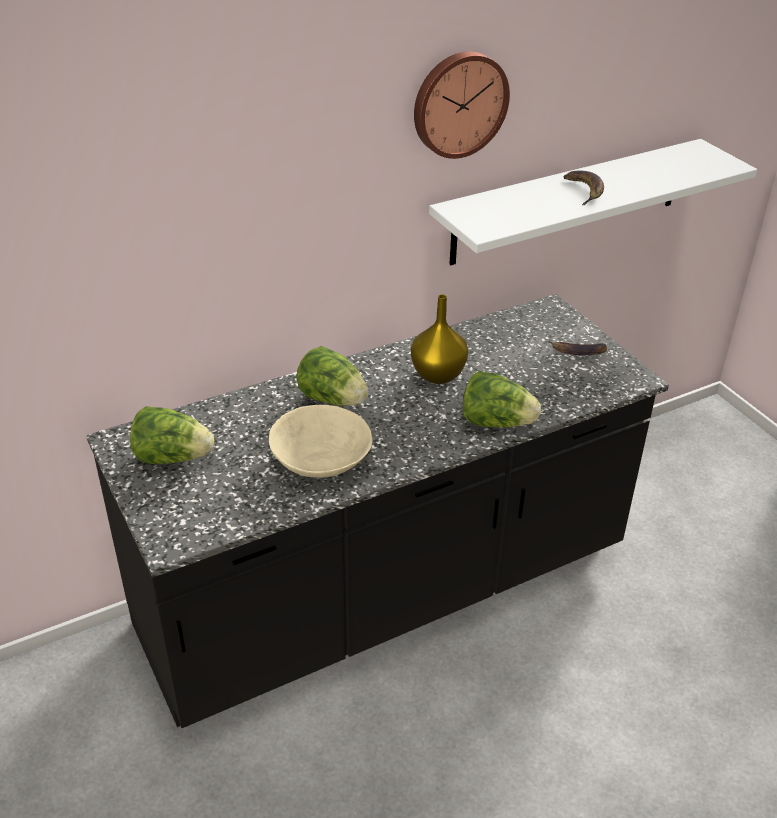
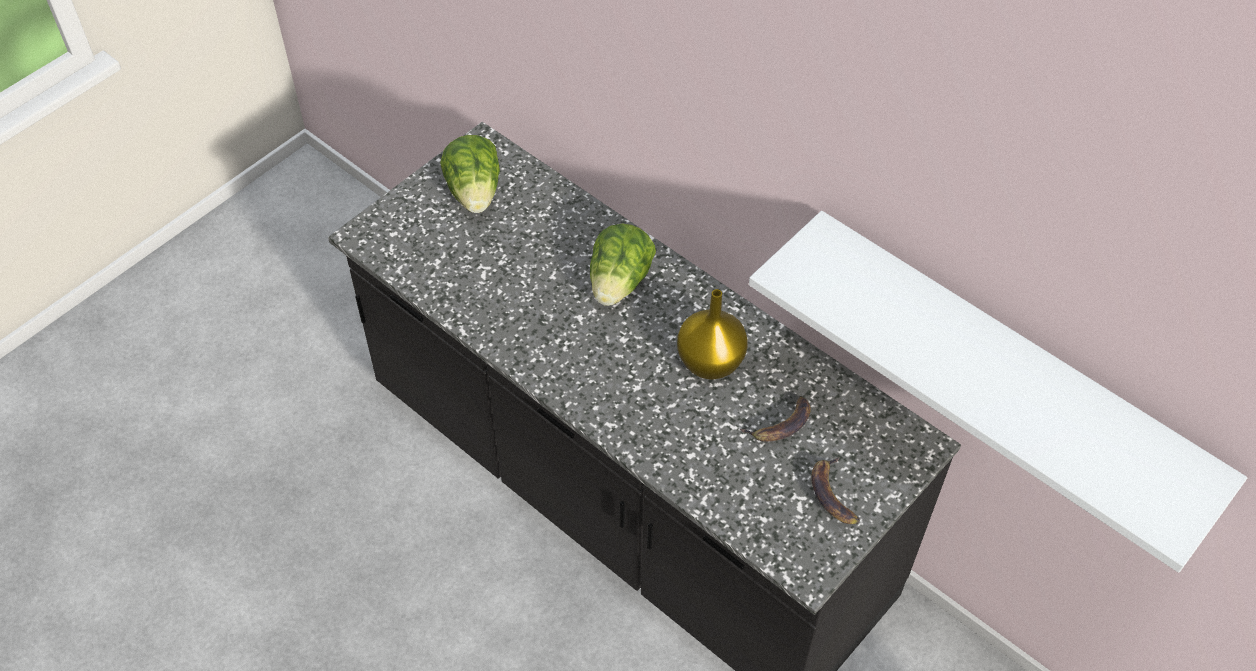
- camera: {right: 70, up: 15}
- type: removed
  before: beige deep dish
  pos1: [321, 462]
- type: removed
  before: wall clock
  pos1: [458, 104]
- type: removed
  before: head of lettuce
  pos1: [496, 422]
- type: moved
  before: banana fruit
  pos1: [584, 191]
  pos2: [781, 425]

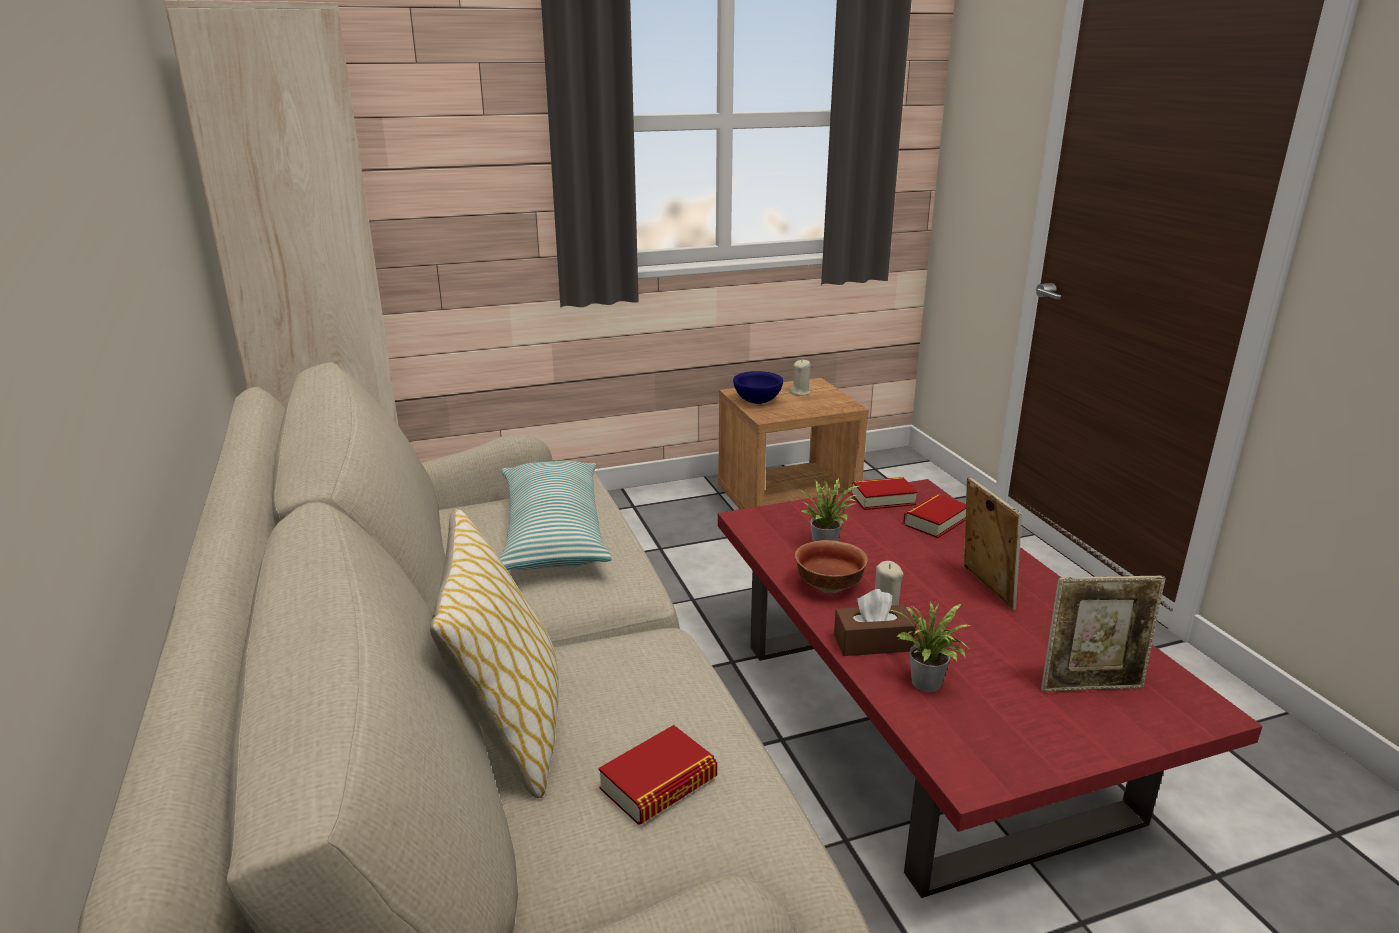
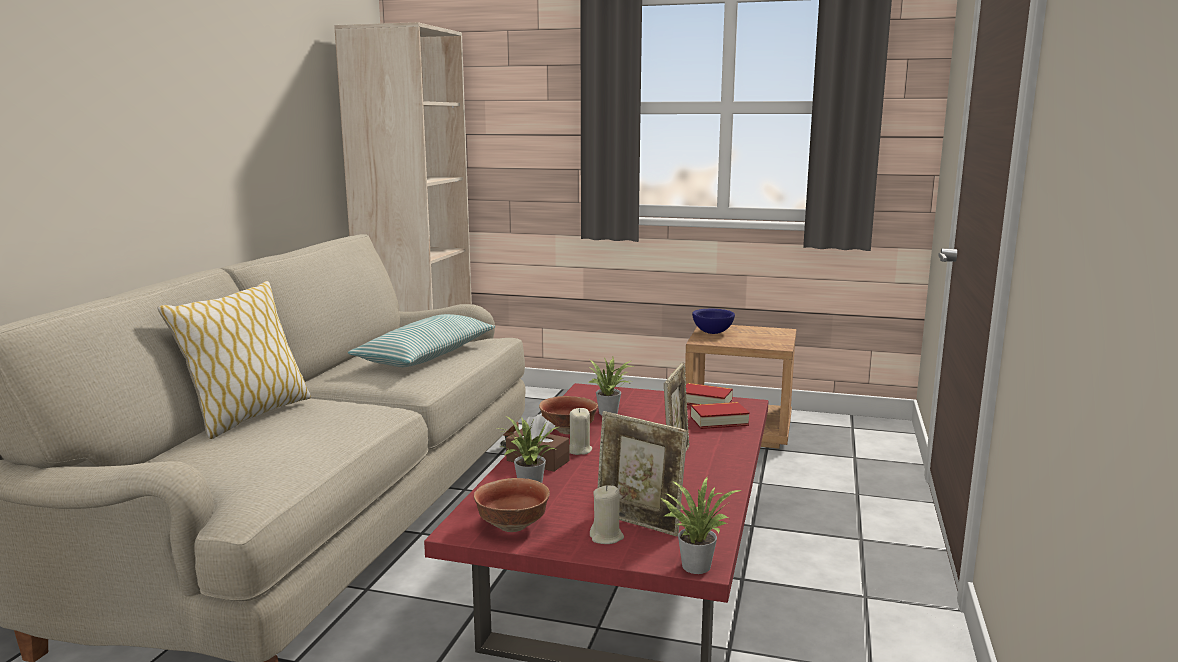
- camera: {right: 35, up: -10}
- type: removed
  before: volume
  pos1: [658, 783]
- type: moved
  before: beige wax light
  pos1: [800, 392]
  pos2: [606, 537]
- type: added
  after: deep dish
  pos2: [511, 526]
- type: added
  after: potted plant
  pos2: [694, 564]

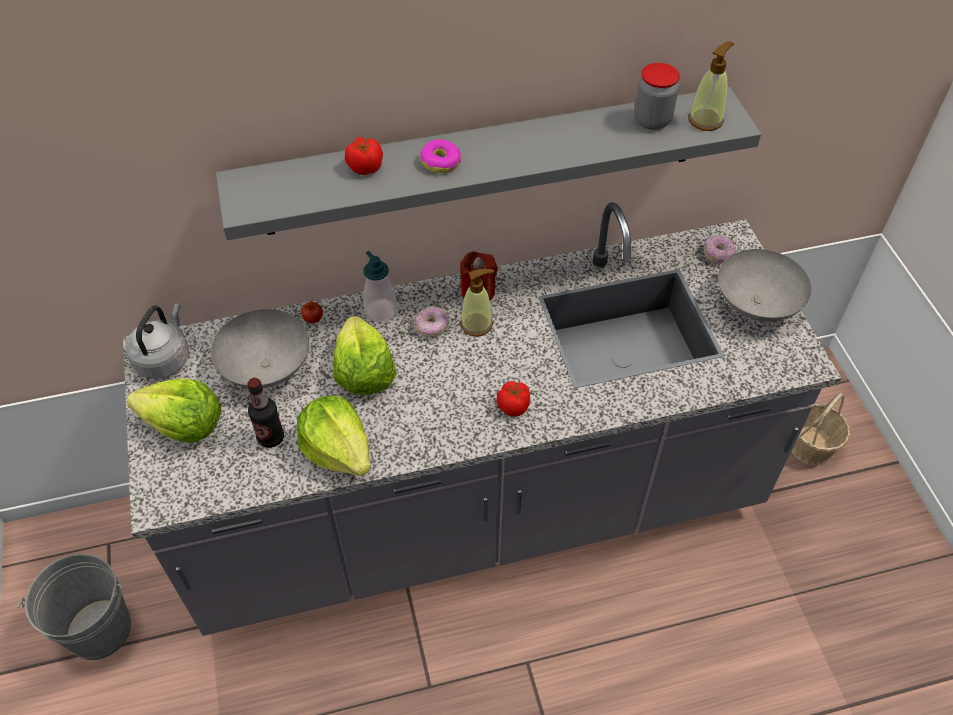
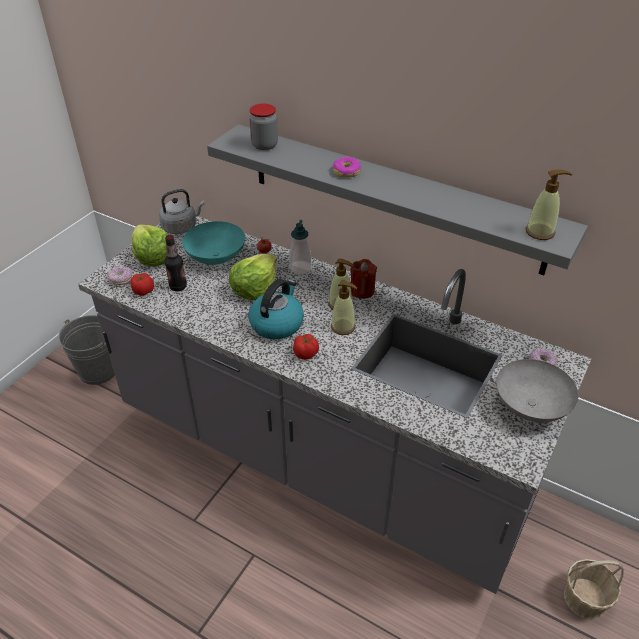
- camera: {right: 45, up: -10}
- type: recoloured
  before: grey deep dish
  after: turquoise deep dish
  pos1: [267, 367]
  pos2: [217, 258]
- type: removed
  before: head of lettuce
  pos1: [338, 449]
- type: moved
  before: tomato
  pos1: [364, 167]
  pos2: [143, 291]
- type: moved
  before: doughnut
  pos1: [431, 327]
  pos2: [121, 280]
- type: moved
  before: preserve jar
  pos1: [652, 120]
  pos2: [264, 145]
- type: added
  after: tea kettle
  pos2: [277, 323]
- type: added
  after: soap dispenser
  pos2: [343, 327]

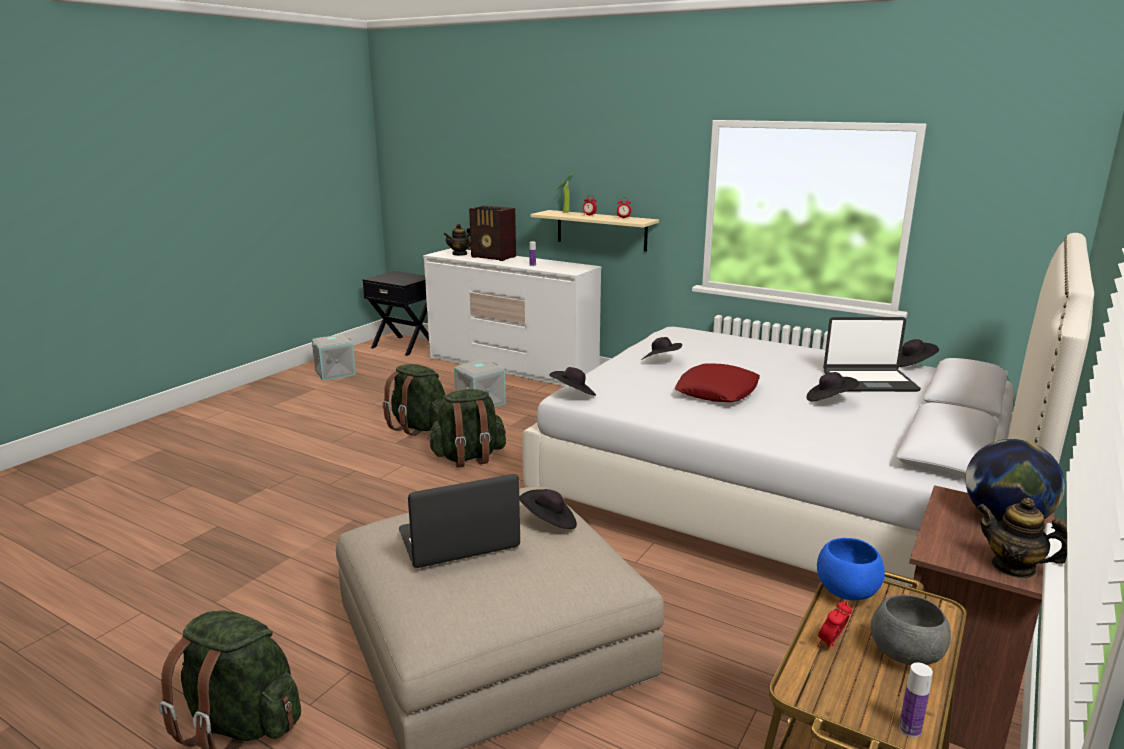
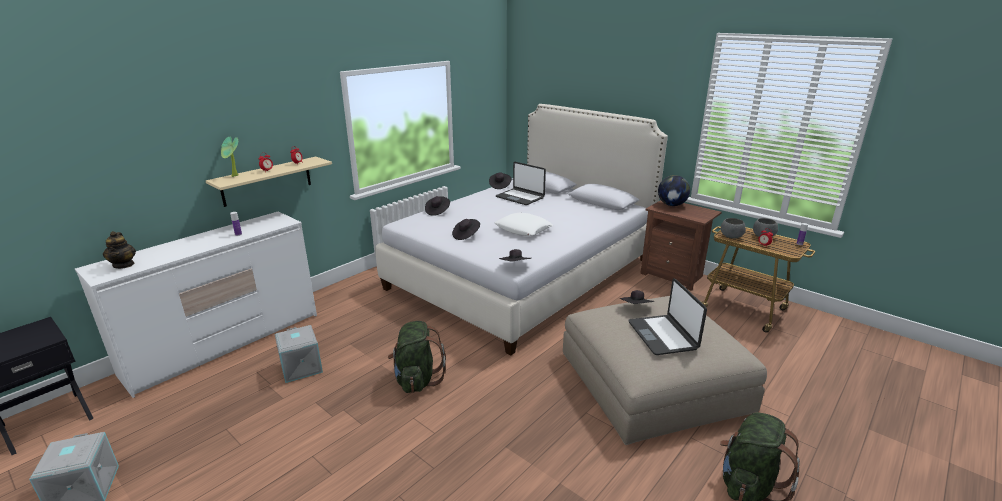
- camera: {right: -80, up: 5}
- type: removed
  before: green rucksack
  pos1: [419, 427]
- type: removed
  before: radio receiver
  pos1: [493, 257]
- type: recoloured
  before: red pillow
  after: whitish pillow
  pos1: [717, 391]
  pos2: [523, 229]
- type: moved
  before: black wearable hat
  pos1: [829, 400]
  pos2: [437, 211]
- type: recoloured
  before: blue deep dish
  after: grey deep dish
  pos1: [847, 592]
  pos2: [731, 237]
- type: turned
  before: portable computer
  pos1: [869, 381]
  pos2: [520, 197]
  turn: 120
- type: removed
  before: teapot
  pos1: [1013, 567]

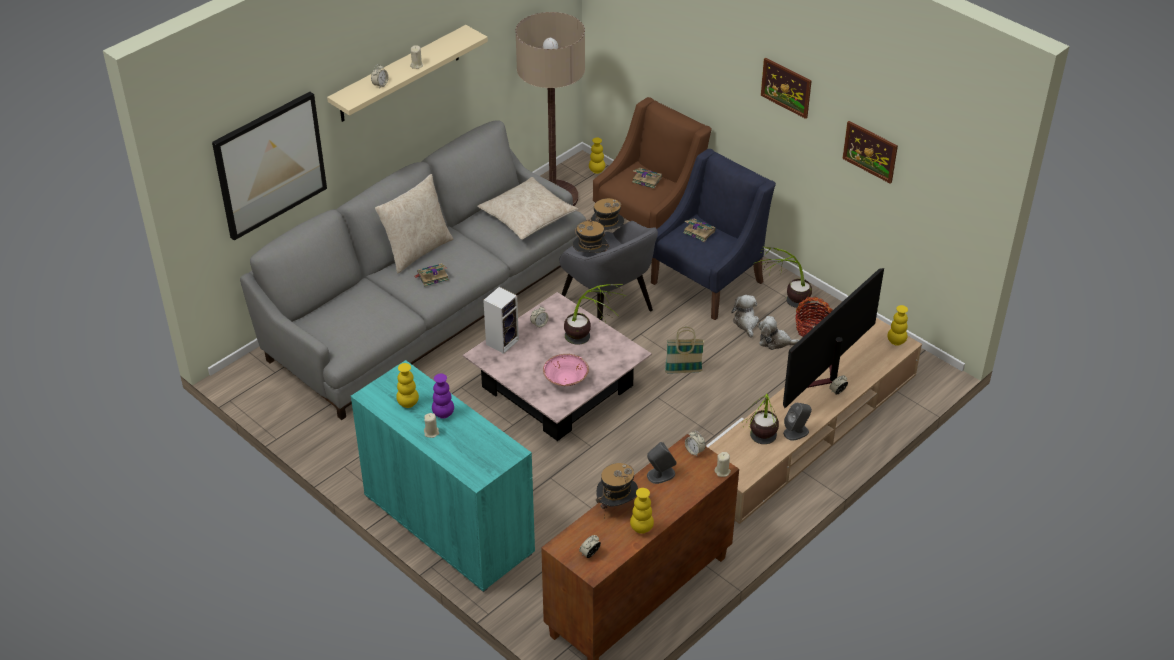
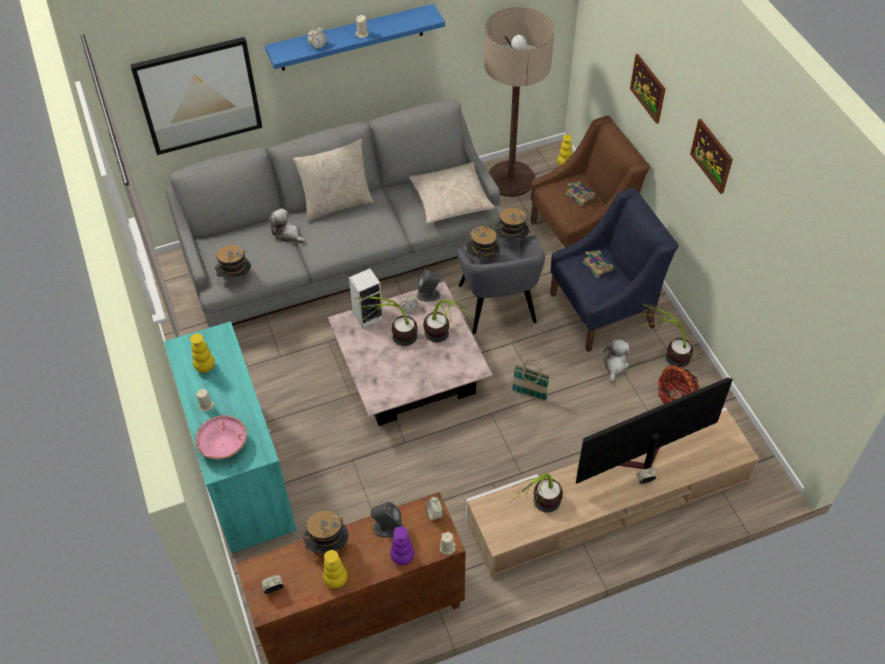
- camera: {right: 25, up: 10}
- type: recoloured
  before: beige bracket shelf
  after: blue bracket shelf
  pos1: [399, 74]
  pos2: [351, 38]
- type: removed
  before: volume
  pos1: [432, 277]
- type: moved
  before: purplish decorative vase
  pos1: [443, 414]
  pos2: [402, 557]
- type: moved
  before: pink deep dish
  pos1: [566, 379]
  pos2: [223, 445]
- type: moved
  before: cuddly toy
  pos1: [775, 341]
  pos2: [287, 234]
- type: moved
  before: grey audio speaker
  pos1: [796, 432]
  pos2: [429, 295]
- type: moved
  before: wall picture
  pos1: [870, 151]
  pos2: [648, 88]
- type: removed
  before: yellow decorative vase
  pos1: [896, 341]
- type: added
  after: wearable hat
  pos2: [236, 278]
- type: added
  after: potted plant
  pos2: [390, 341]

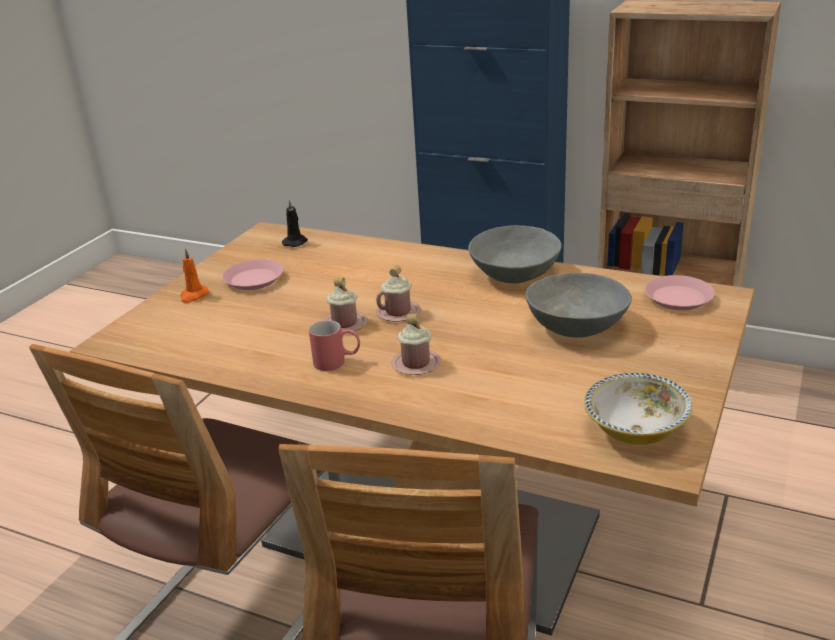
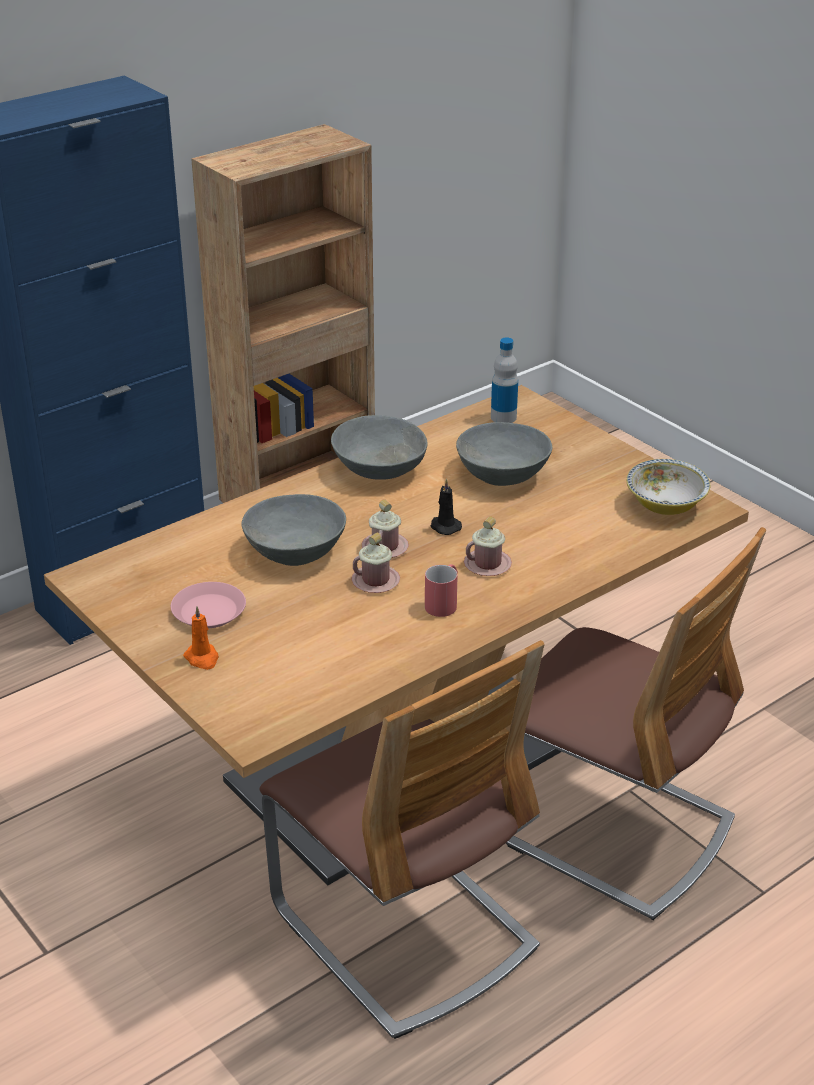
- camera: {right: -65, up: 5}
- type: moved
  before: black wax light
  pos1: [295, 242]
  pos2: [444, 526]
- type: replaced
  before: pink flat dish
  after: bottle
  pos1: [678, 298]
  pos2: [503, 417]
- type: added
  after: grey deep dish
  pos2: [296, 551]

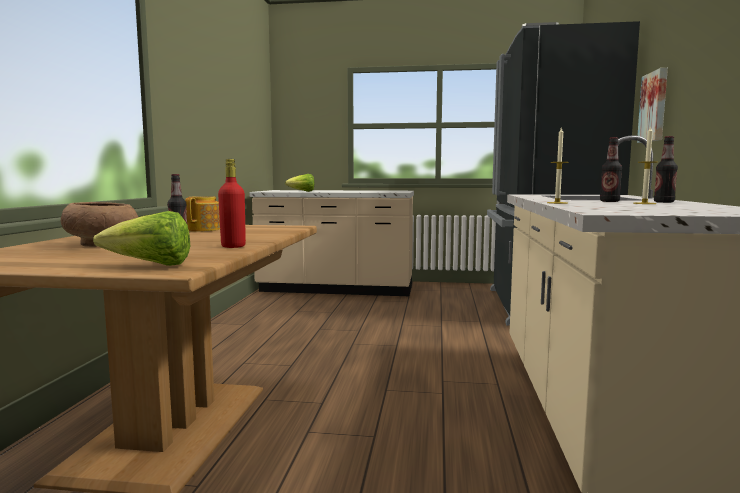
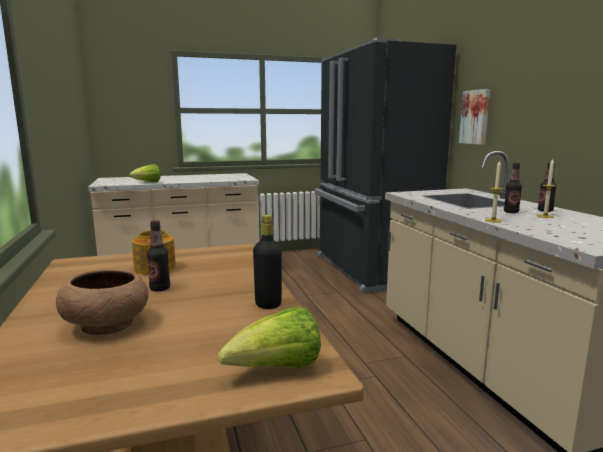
- camera: {right: -25, up: 5}
- type: recoloured
  before: red bottle
  after: black bottle
  pos1: [233, 246]
  pos2: [268, 304]

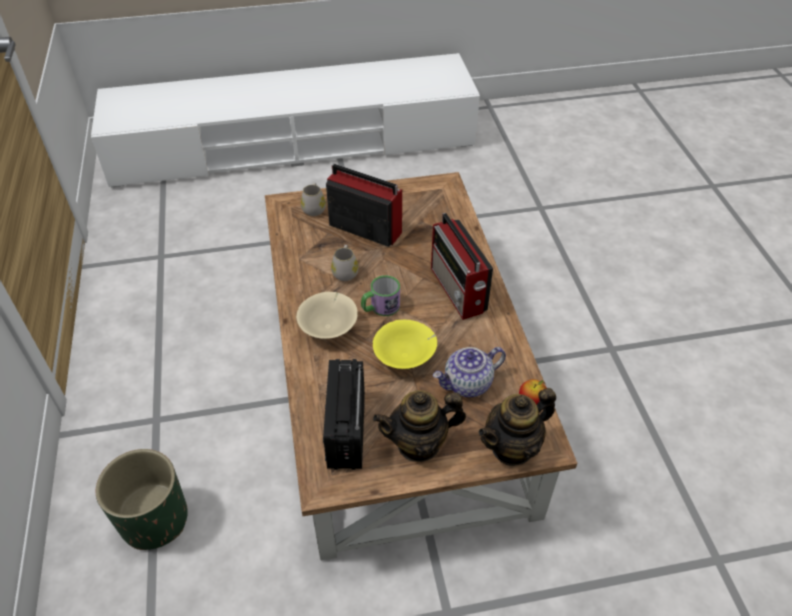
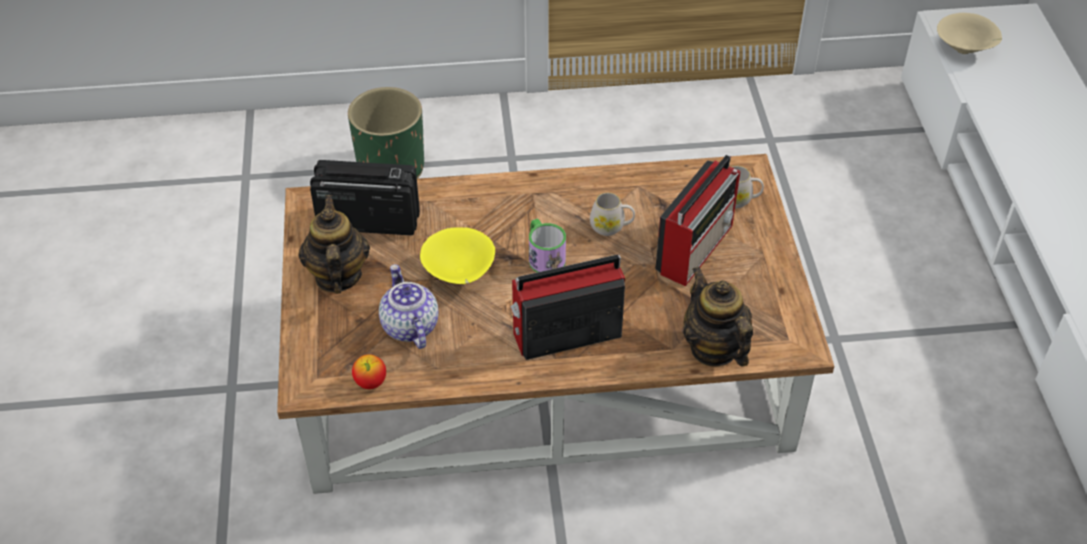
- camera: {right: 95, up: 0}
- type: moved
  before: beige deep dish
  pos1: [329, 328]
  pos2: [965, 50]
- type: moved
  before: teapot
  pos1: [512, 447]
  pos2: [714, 348]

